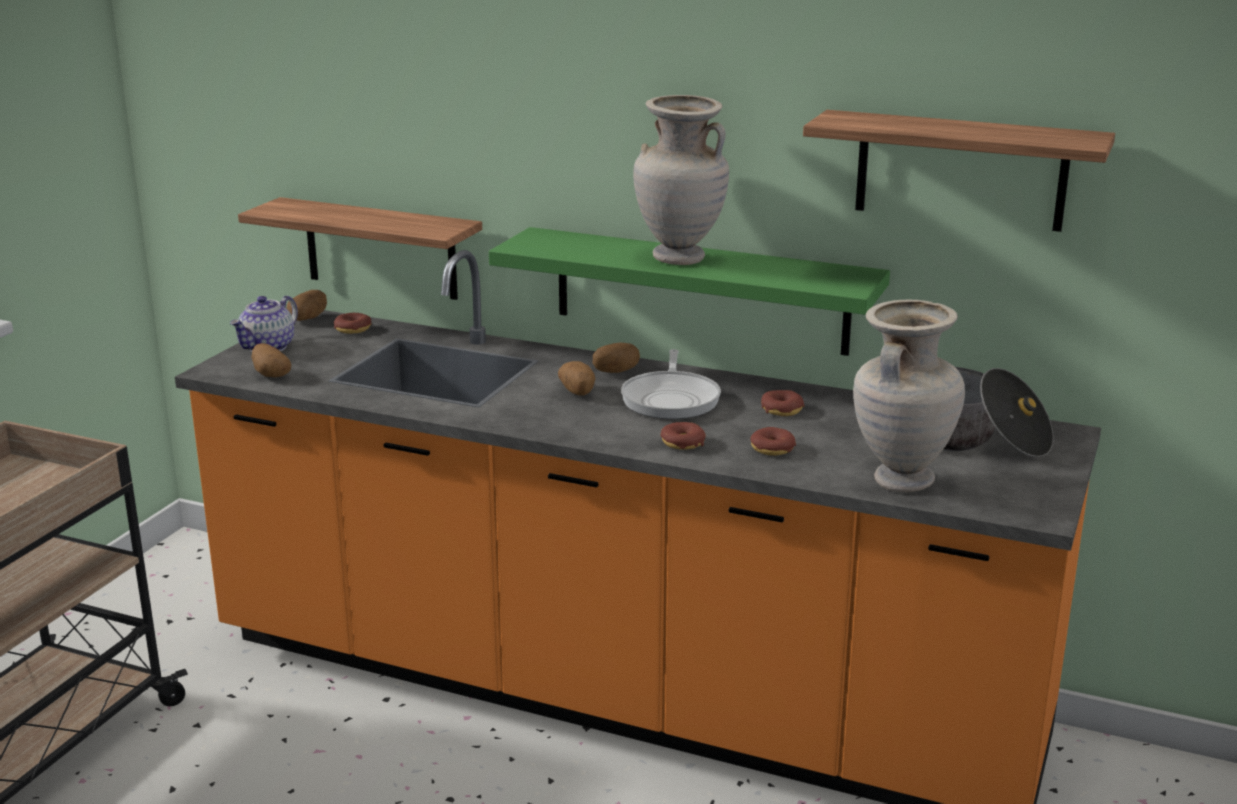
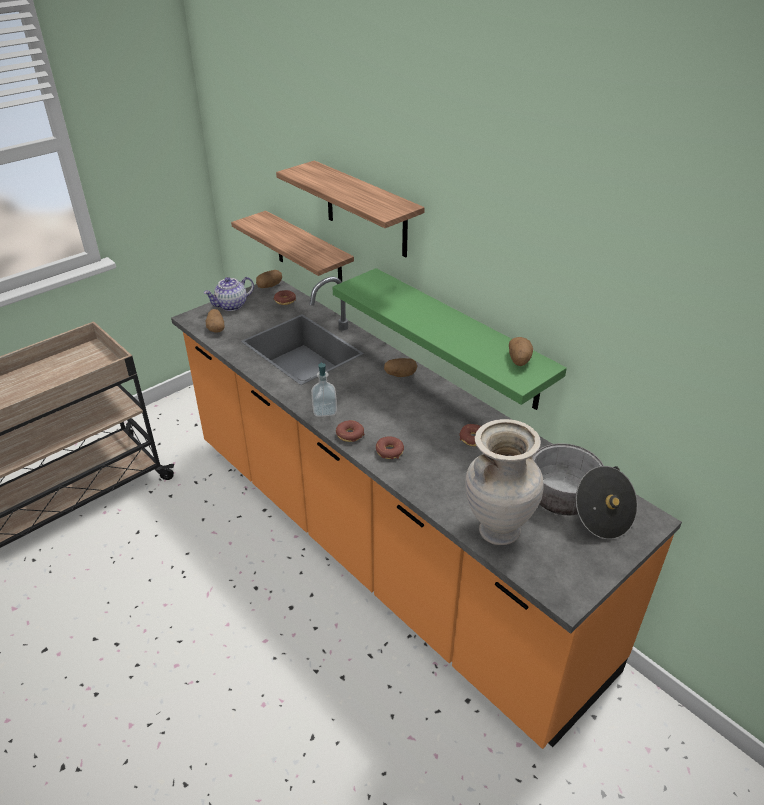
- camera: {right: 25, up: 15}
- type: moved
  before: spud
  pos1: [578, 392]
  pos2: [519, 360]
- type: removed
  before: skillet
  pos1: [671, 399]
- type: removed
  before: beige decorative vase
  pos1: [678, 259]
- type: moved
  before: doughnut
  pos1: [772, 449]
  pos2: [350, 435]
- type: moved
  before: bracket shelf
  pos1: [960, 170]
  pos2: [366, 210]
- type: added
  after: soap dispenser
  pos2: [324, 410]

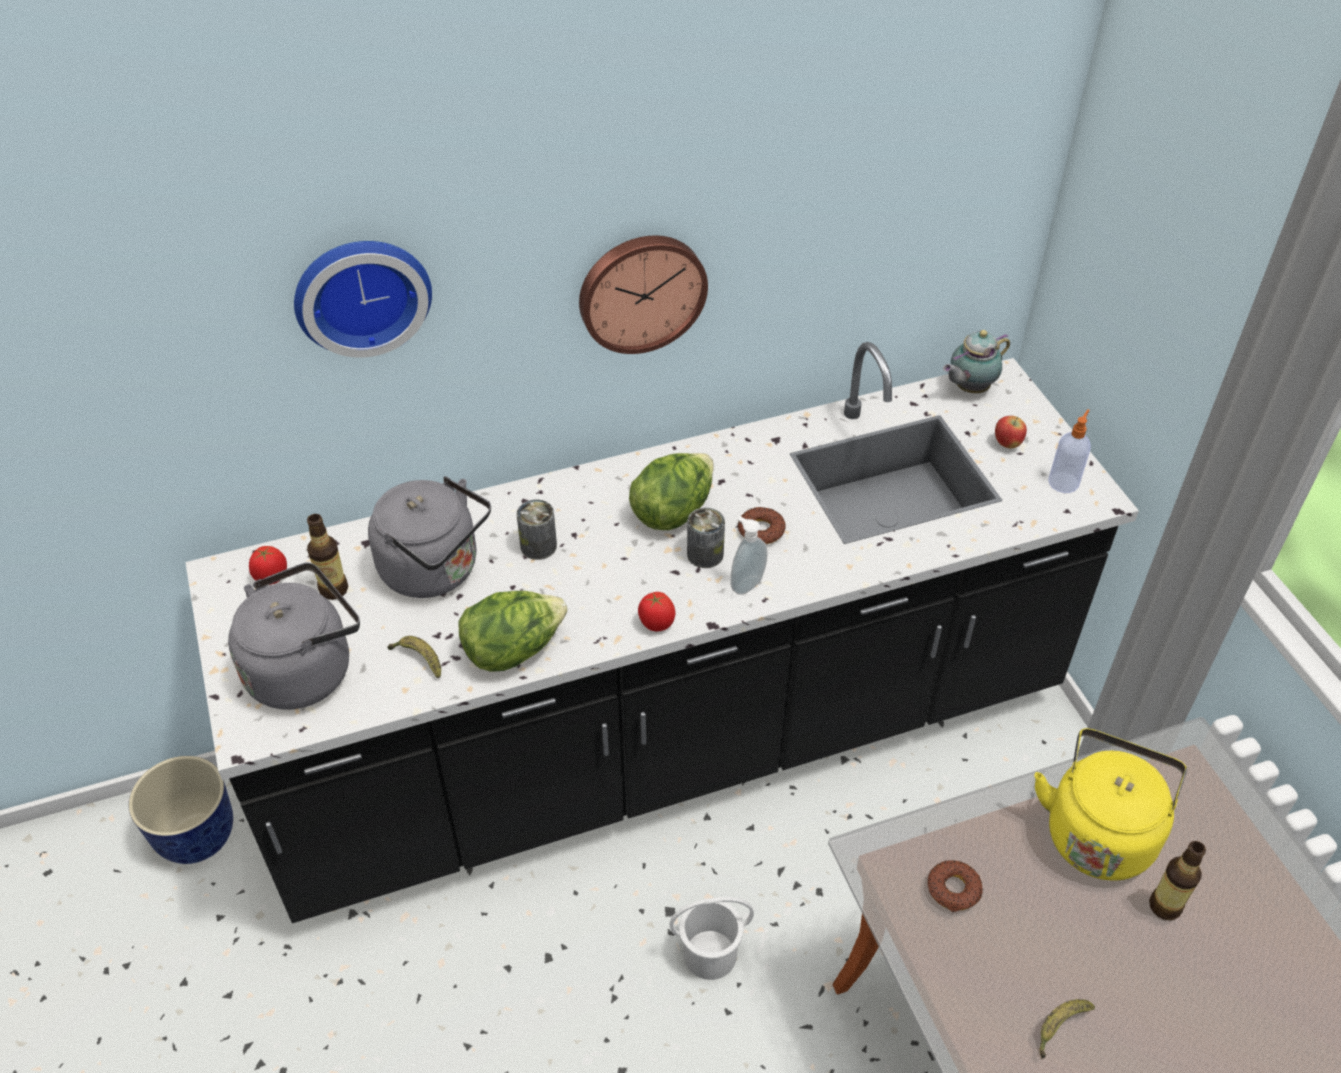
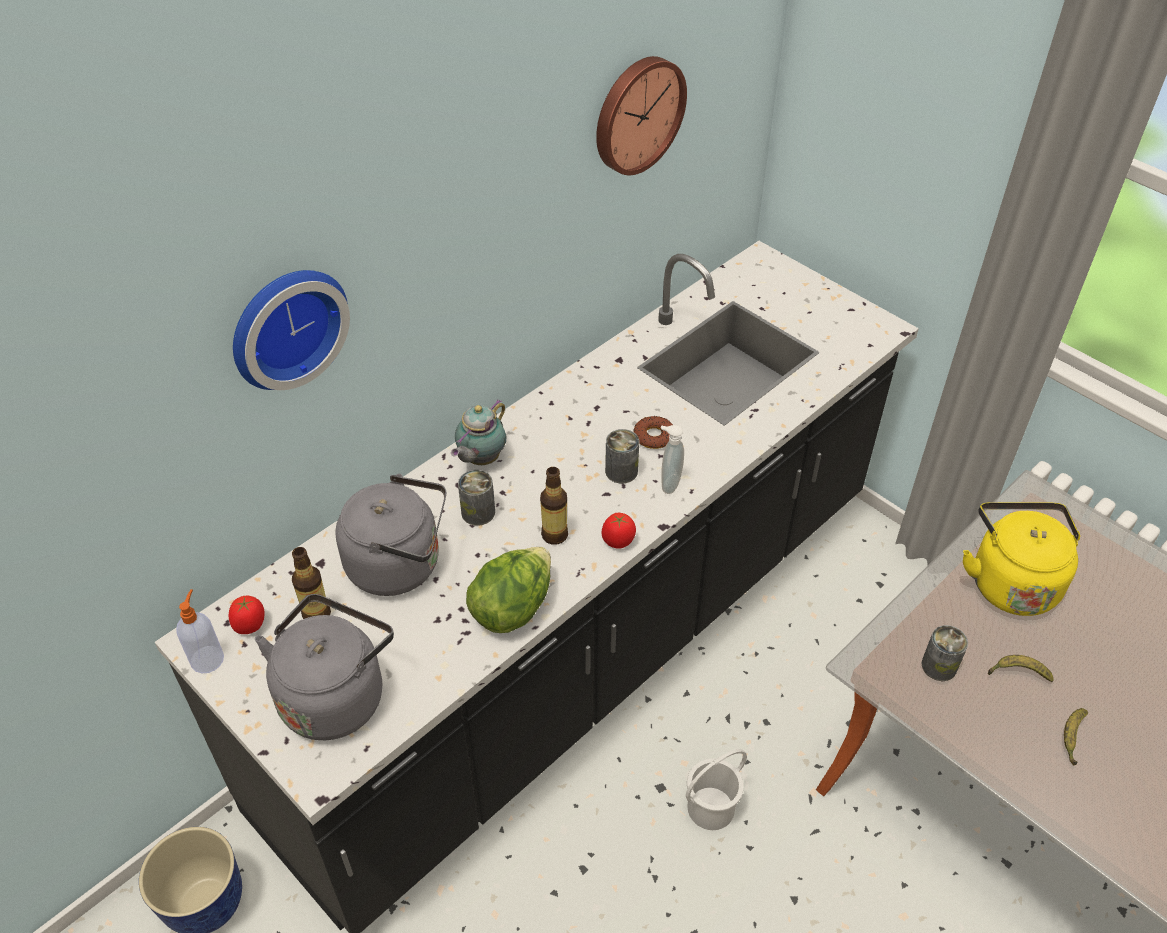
- camera: {right: -25, up: 0}
- type: moved
  before: banana fruit
  pos1: [419, 659]
  pos2: [1018, 673]
- type: moved
  before: wall clock
  pos1: [641, 291]
  pos2: [637, 114]
- type: removed
  before: head of lettuce
  pos1: [673, 511]
- type: replaced
  before: doughnut
  after: metal can
  pos1: [953, 889]
  pos2: [939, 666]
- type: moved
  before: teapot
  pos1: [969, 388]
  pos2: [480, 459]
- type: removed
  before: apple fruit
  pos1: [1007, 444]
- type: moved
  before: soap dispenser
  pos1: [1064, 482]
  pos2: [207, 658]
- type: moved
  before: bottle
  pos1: [1164, 906]
  pos2: [554, 535]

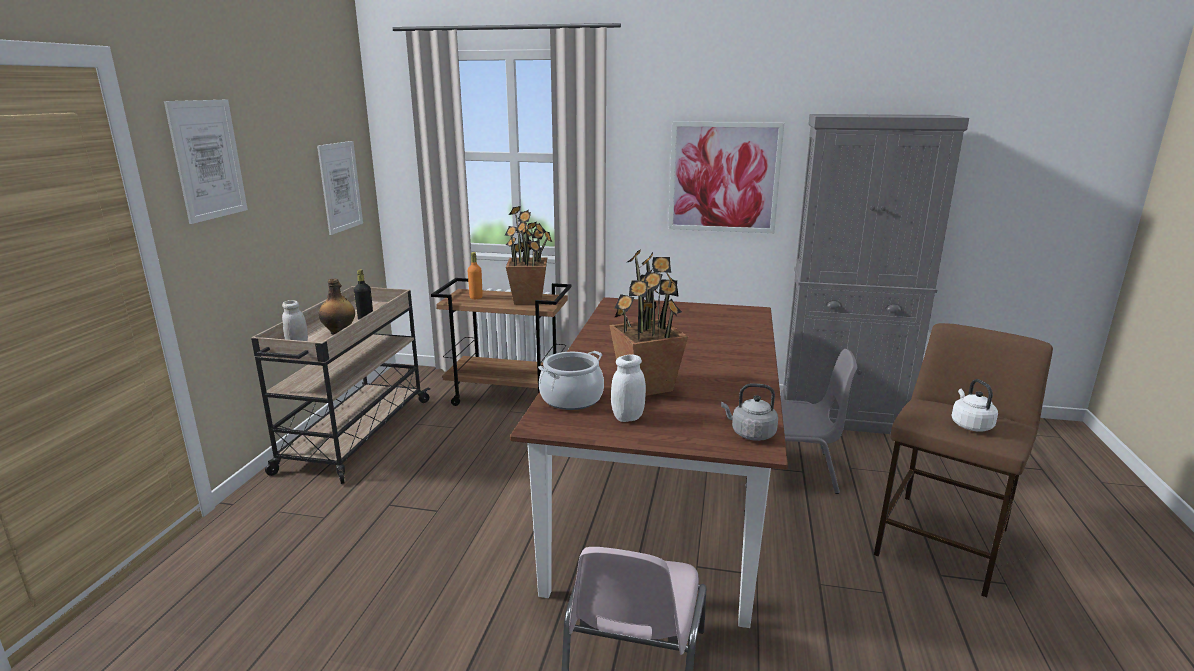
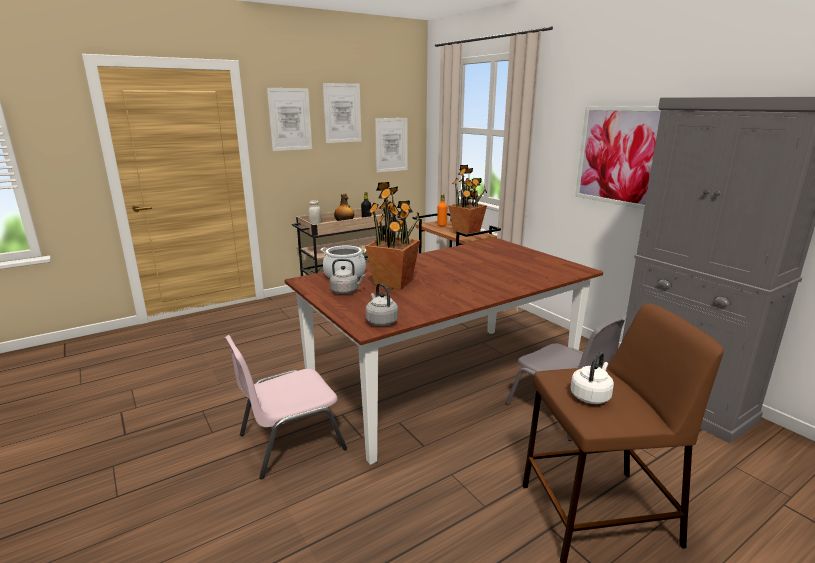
- camera: {right: 45, up: 0}
- type: replaced
  before: whitish preserve jar
  after: grey tea kettle
  pos1: [628, 417]
  pos2: [346, 291]
- type: added
  after: wall picture
  pos2: [342, 113]

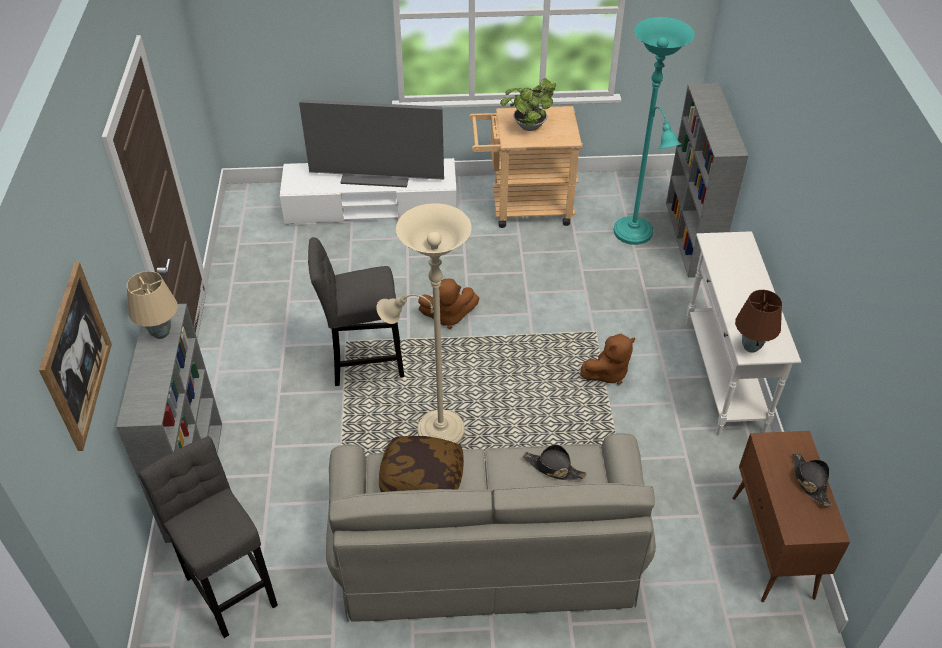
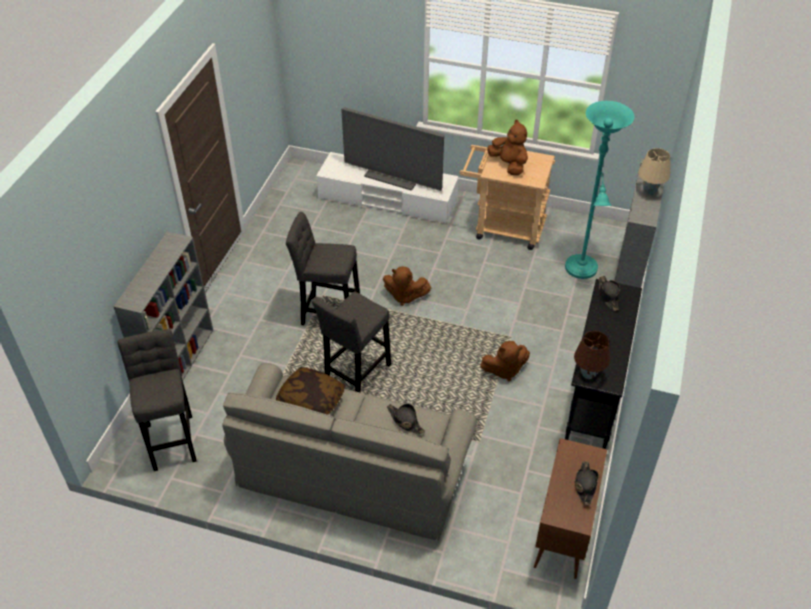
- camera: {right: 20, up: 0}
- type: removed
  before: wall picture
  pos1: [76, 356]
- type: moved
  before: beige tabletop lamp
  pos1: [161, 334]
  pos2: [649, 192]
- type: replaced
  before: beige floor lamp
  after: grey stool
  pos1: [434, 429]
  pos2: [356, 375]
- type: replaced
  before: potted plant
  after: brown cuddly toy
  pos1: [527, 127]
  pos2: [509, 165]
- type: recoloured
  before: whitish console table
  after: black console table
  pos1: [723, 376]
  pos2: [594, 397]
- type: added
  after: black wearable hat
  pos2: [608, 295]

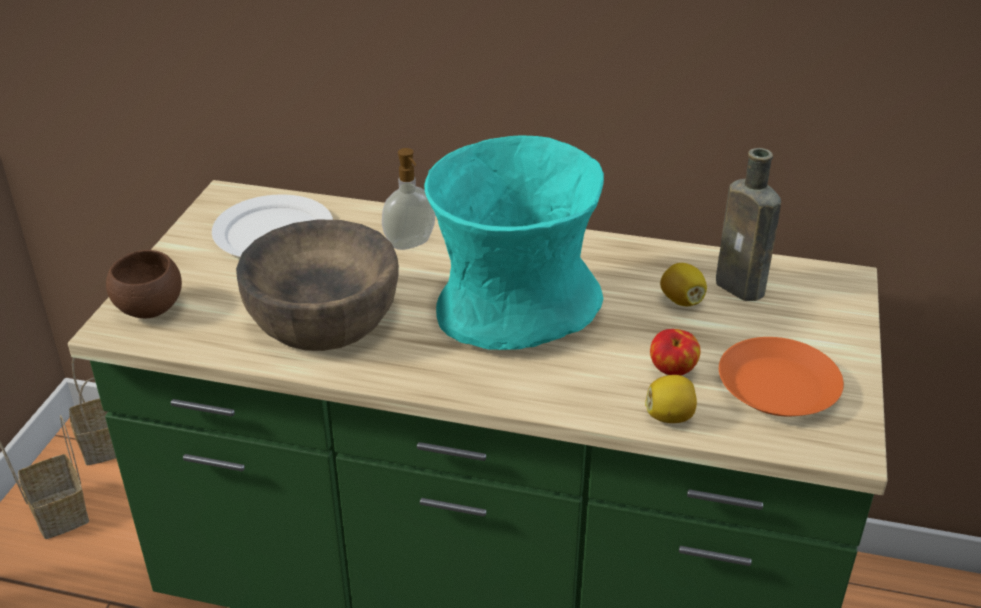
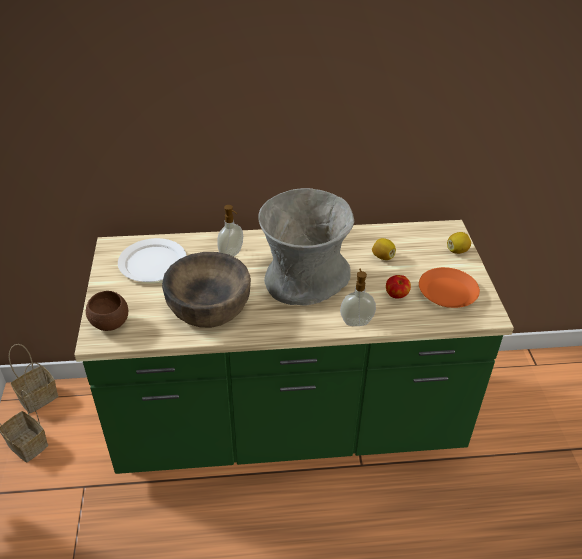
- camera: {right: -20, up: 5}
- type: recoloured
  before: turquoise decorative vase
  after: grey decorative vase
  pos1: [514, 308]
  pos2: [304, 279]
- type: moved
  before: citrus fruit
  pos1: [670, 416]
  pos2: [457, 251]
- type: removed
  before: brown bottle
  pos1: [743, 288]
- type: added
  after: soap dispenser
  pos2: [356, 321]

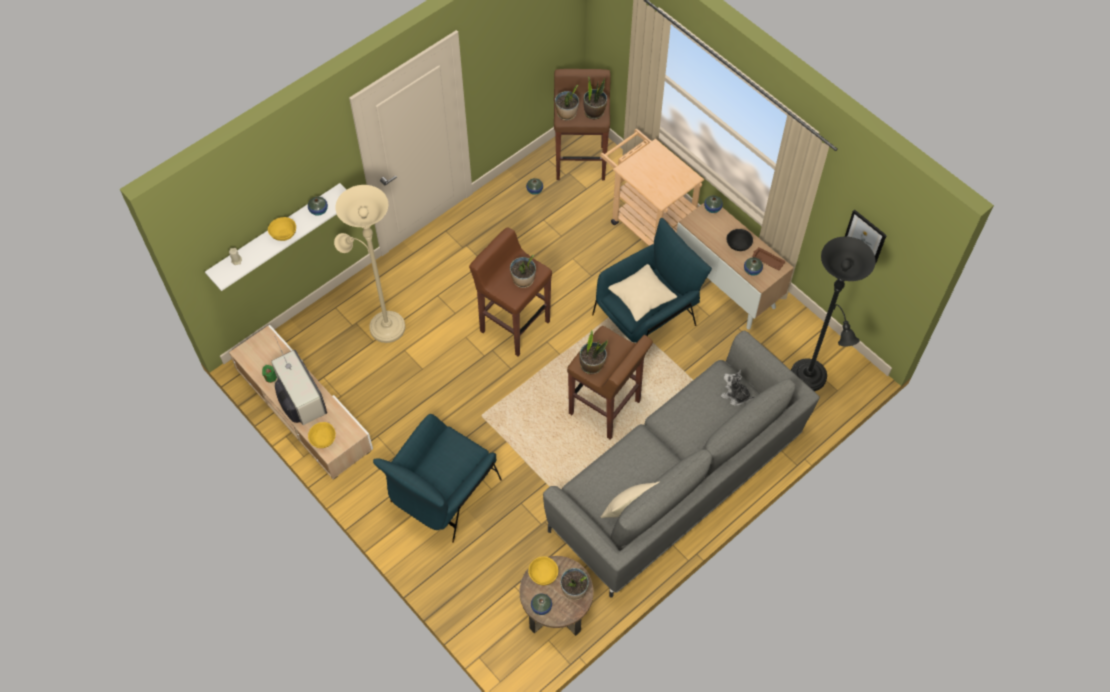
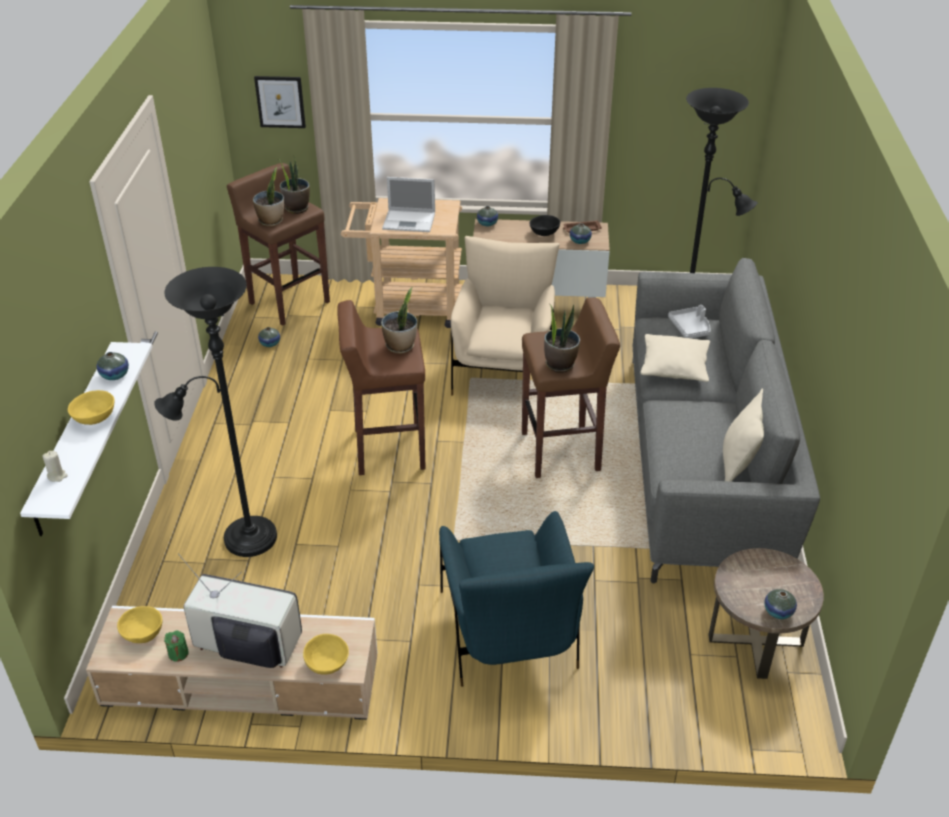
- camera: {right: -45, up: -20}
- type: recoloured
  before: beige floor lamp
  after: black floor lamp
  pos1: [383, 325]
  pos2: [243, 539]
- type: moved
  before: yellow deep dish
  pos1: [543, 575]
  pos2: [143, 634]
- type: removed
  before: potted plant
  pos1: [574, 590]
- type: recoloured
  before: blue easy chair
  after: beige easy chair
  pos1: [647, 318]
  pos2: [503, 368]
- type: moved
  before: beige pillow
  pos1: [641, 297]
  pos2: [674, 367]
- type: replaced
  before: cuddly toy
  after: grey carrying tray
  pos1: [735, 395]
  pos2: [690, 328]
- type: moved
  before: wall picture
  pos1: [865, 236]
  pos2: [280, 101]
- type: added
  after: portable computer
  pos2: [410, 221]

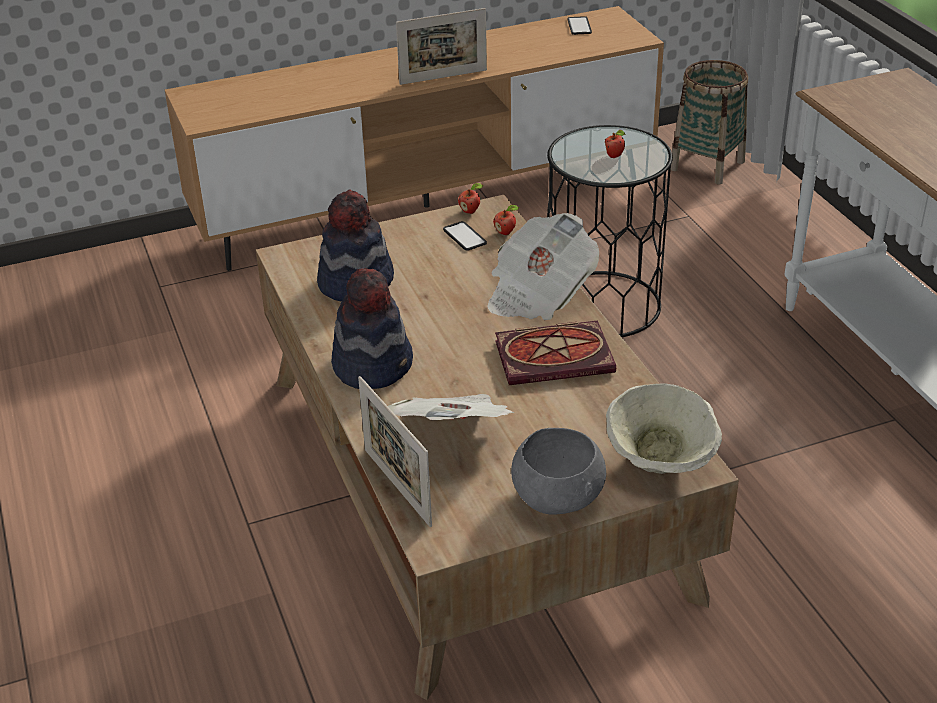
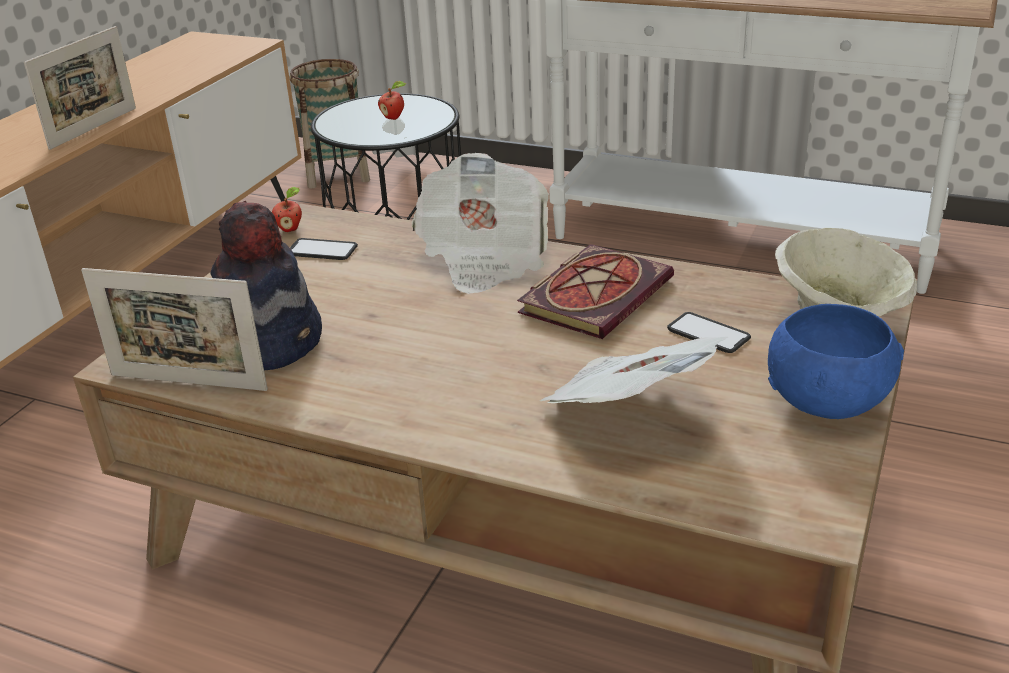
- camera: {right: -45, up: -5}
- type: removed
  before: wearable hat
  pos1: [373, 365]
- type: moved
  before: standing frame
  pos1: [397, 487]
  pos2: [188, 382]
- type: removed
  before: apple fruit
  pos1: [506, 232]
- type: recoloured
  before: grey deep dish
  after: blue deep dish
  pos1: [558, 499]
  pos2: [828, 401]
- type: moved
  before: telephone
  pos1: [579, 26]
  pos2: [708, 334]

